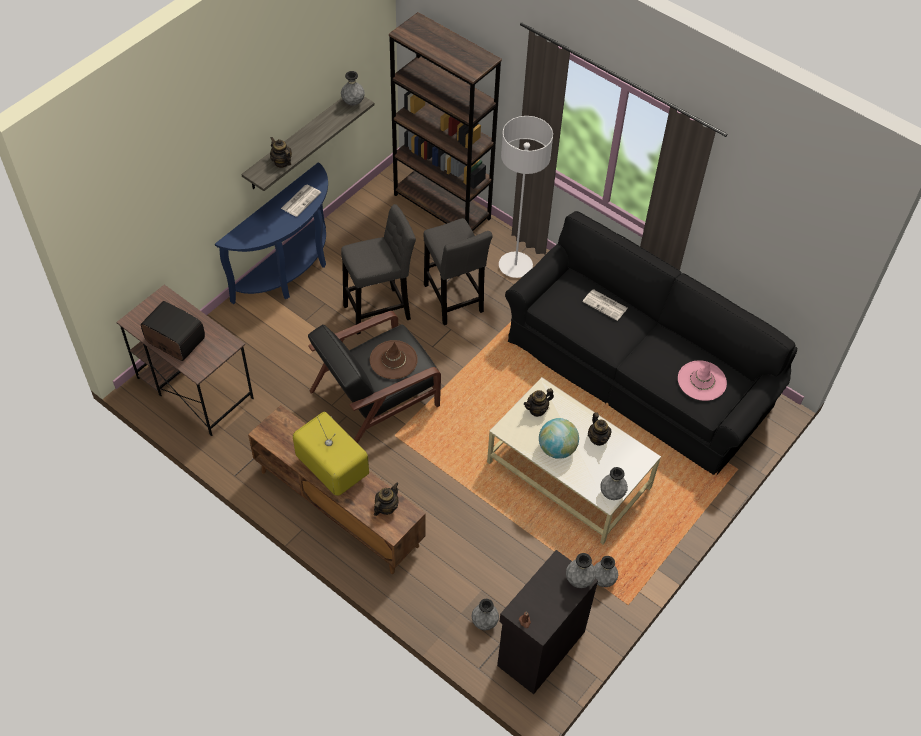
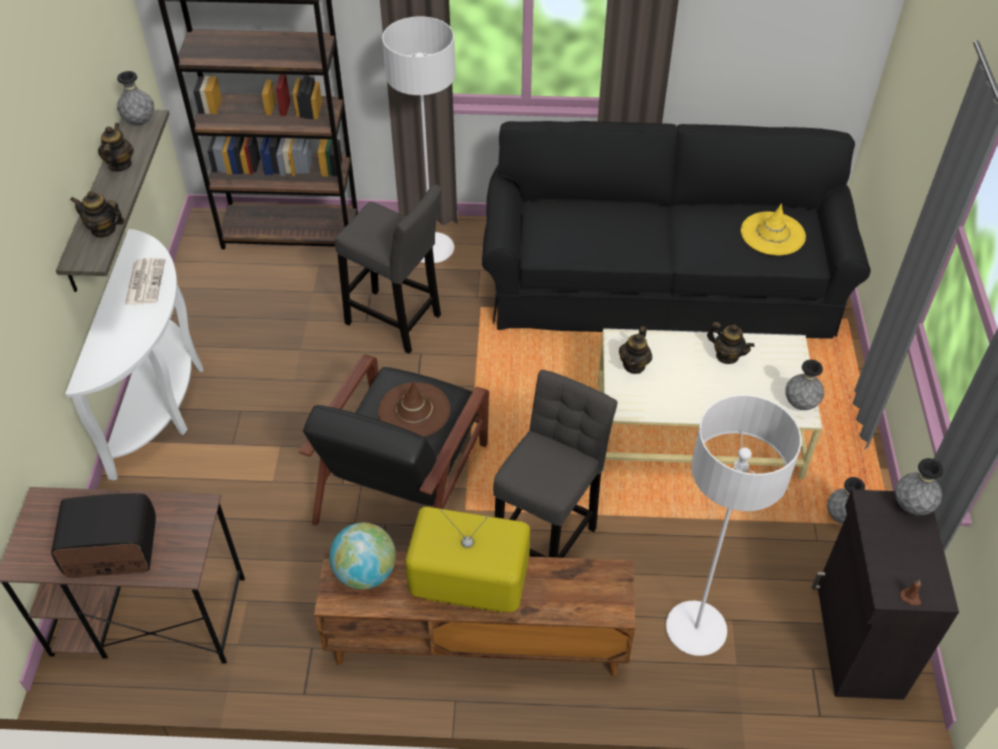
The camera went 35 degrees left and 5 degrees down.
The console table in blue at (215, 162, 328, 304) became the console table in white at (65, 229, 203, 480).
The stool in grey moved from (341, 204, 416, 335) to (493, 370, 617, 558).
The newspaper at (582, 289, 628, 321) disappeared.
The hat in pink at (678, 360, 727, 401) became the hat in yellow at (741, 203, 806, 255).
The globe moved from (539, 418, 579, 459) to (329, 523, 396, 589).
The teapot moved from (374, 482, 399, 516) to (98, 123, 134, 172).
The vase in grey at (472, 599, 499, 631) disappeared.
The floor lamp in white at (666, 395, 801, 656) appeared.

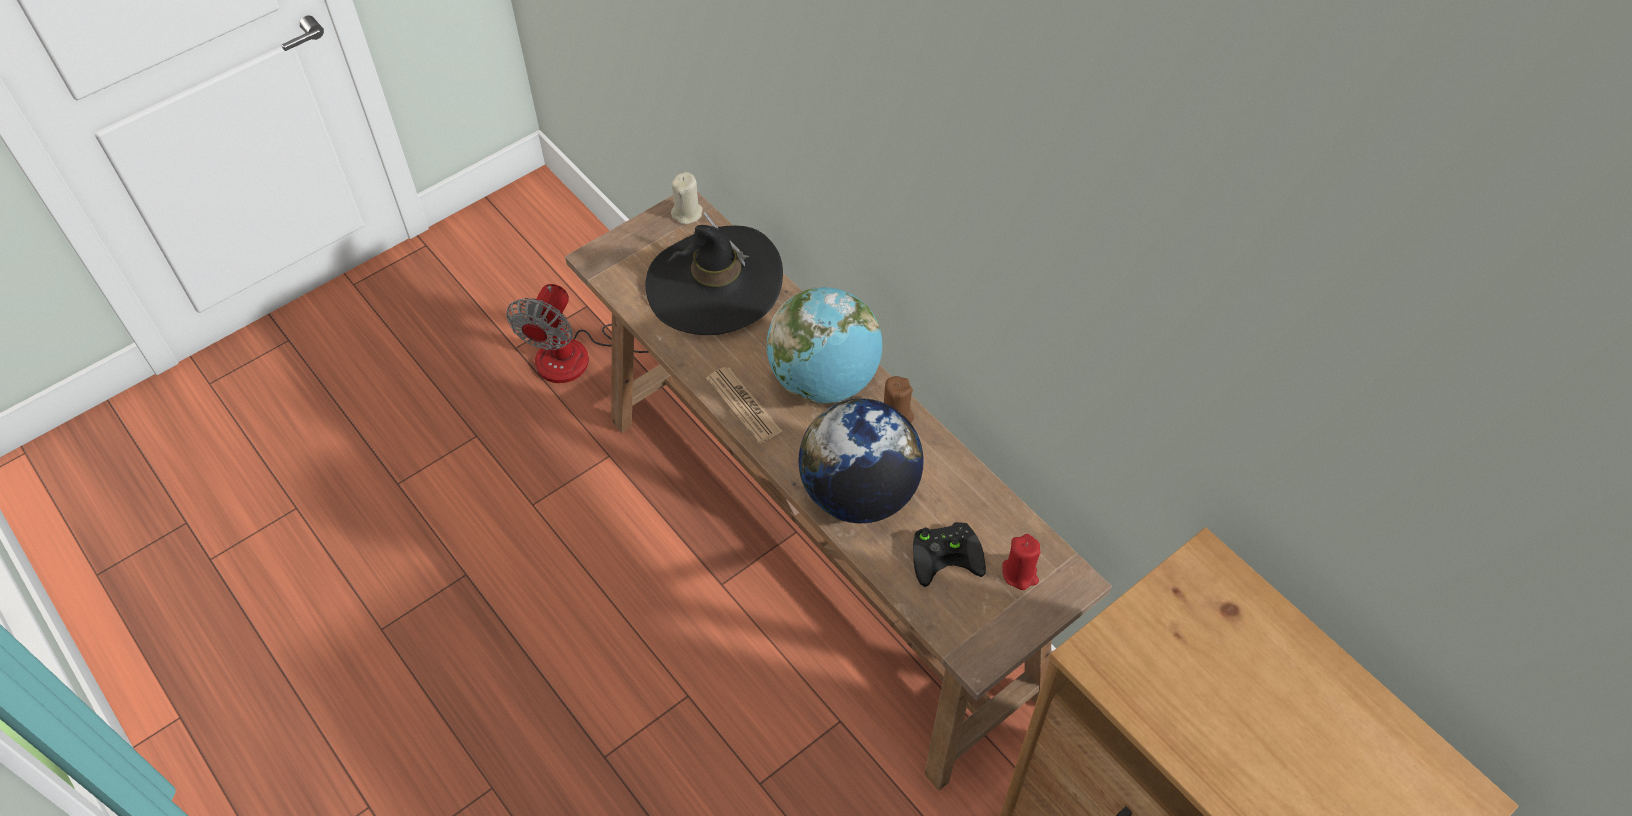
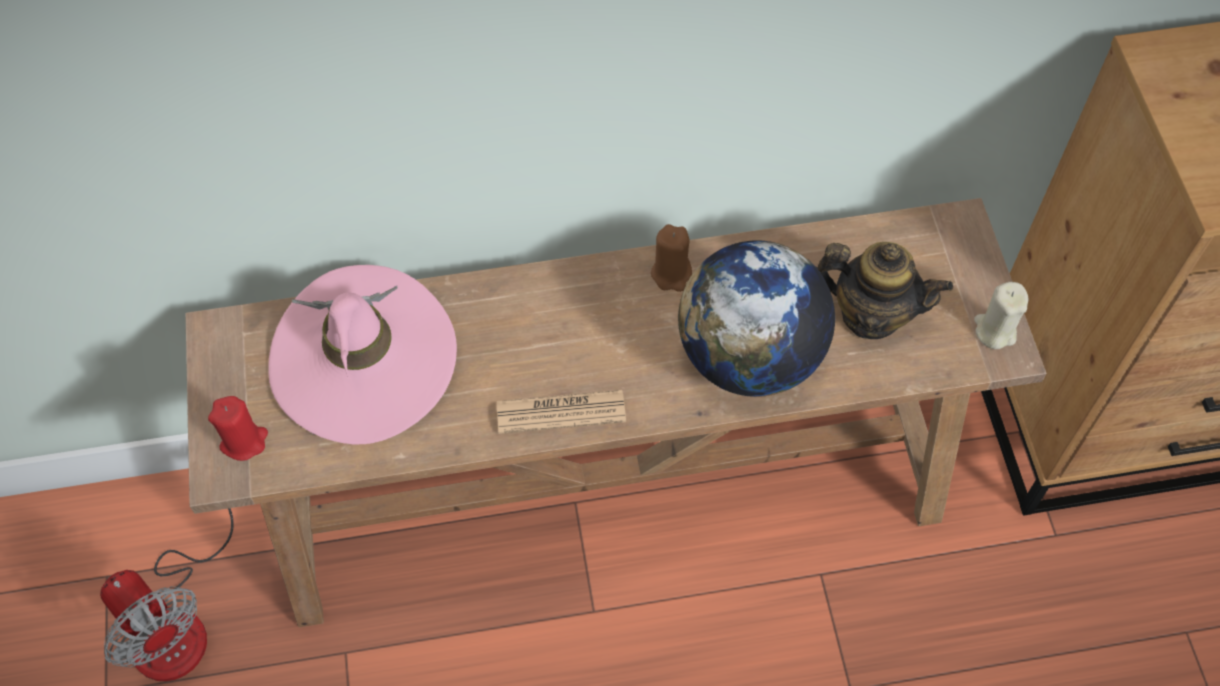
The camera went 60 degrees left and 5 degrees up.
The candle in beige moved from (671, 172, 703, 224) to (974, 282, 1029, 349).
The hat in black at (645, 212, 783, 335) became the hat in pink at (268, 265, 457, 444).
The globe at (767, 287, 882, 404) disappeared.
The game controller in black at (913, 522, 986, 587) was replaced by the teapot at (815, 242, 953, 339).
The candle in red moved from (1002, 534, 1041, 590) to (208, 396, 268, 461).

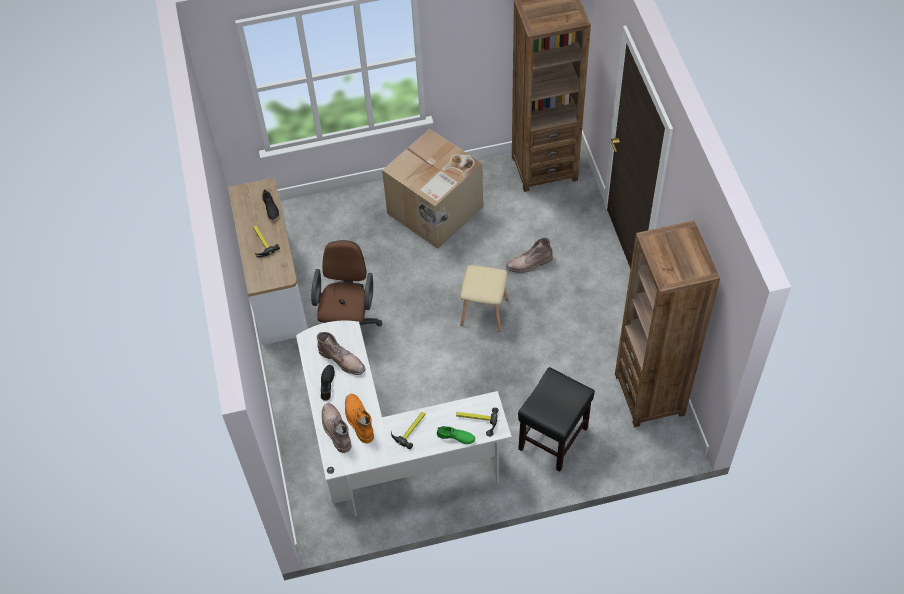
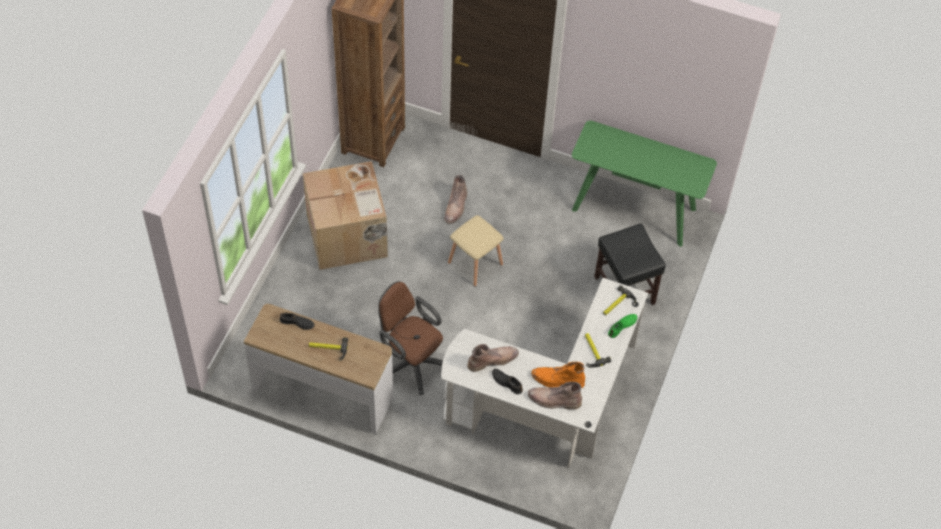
The camera went 60 degrees left and 0 degrees up.
The bookcase in brown at (615, 221, 720, 427) was replaced by the console table in green at (572, 121, 717, 247).

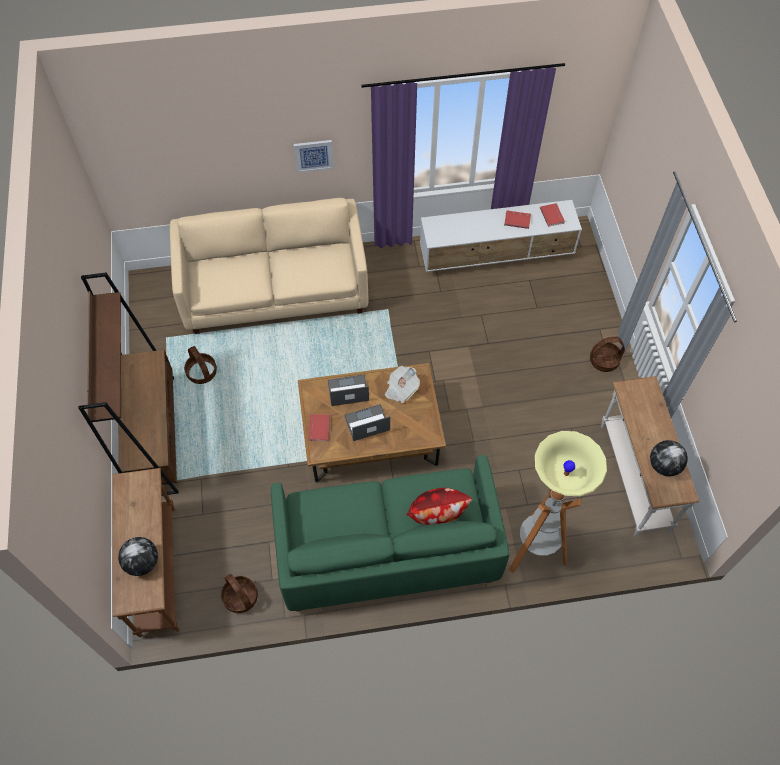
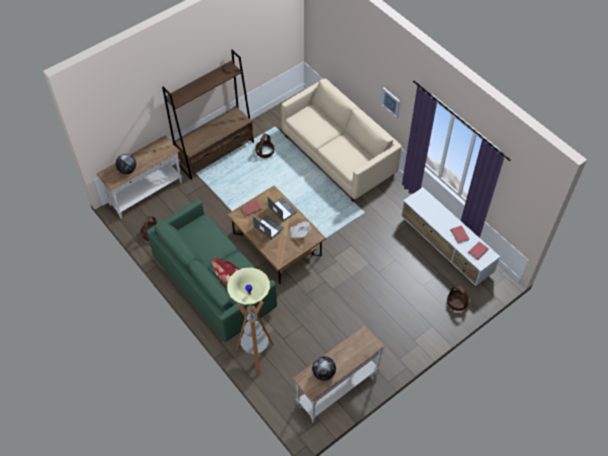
The camera went 60 degrees right and 5 degrees down.
The basket moved from (590, 336, 625, 372) to (447, 285, 469, 311).
The console table in brown at (112, 468, 179, 637) became the console table in white at (96, 136, 182, 219).

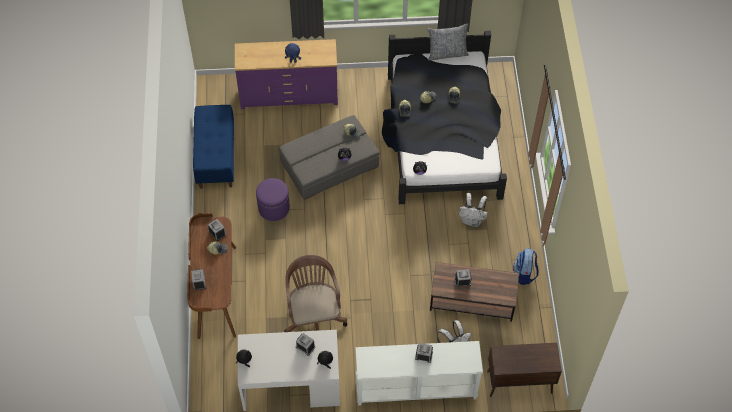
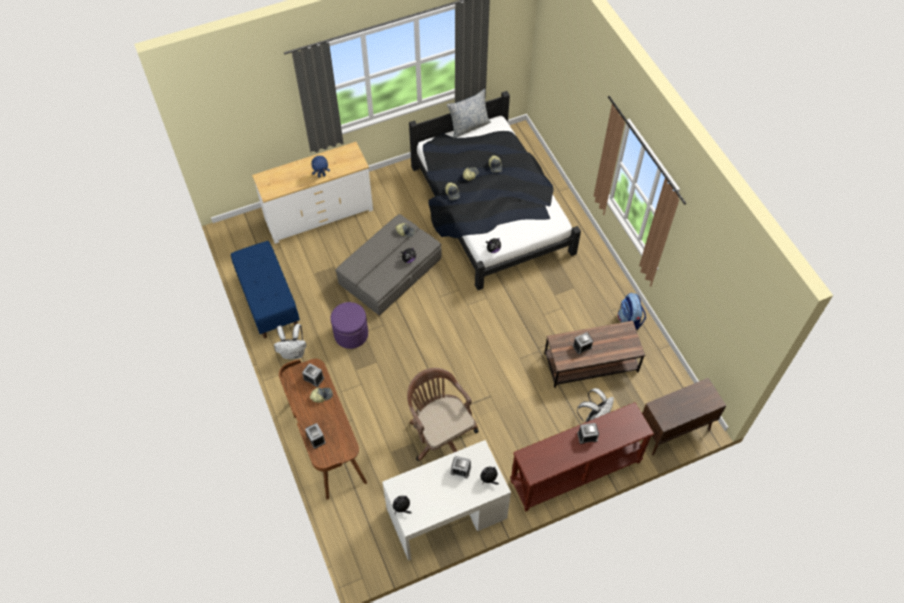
The camera went 20 degrees left and 0 degrees up.
The dresser in purple at (235, 39, 338, 109) became the dresser in white at (252, 142, 373, 244).
The backpack in white moved from (459, 193, 488, 227) to (274, 324, 306, 359).
The console table in white at (355, 341, 483, 406) became the console table in brown at (510, 402, 654, 511).

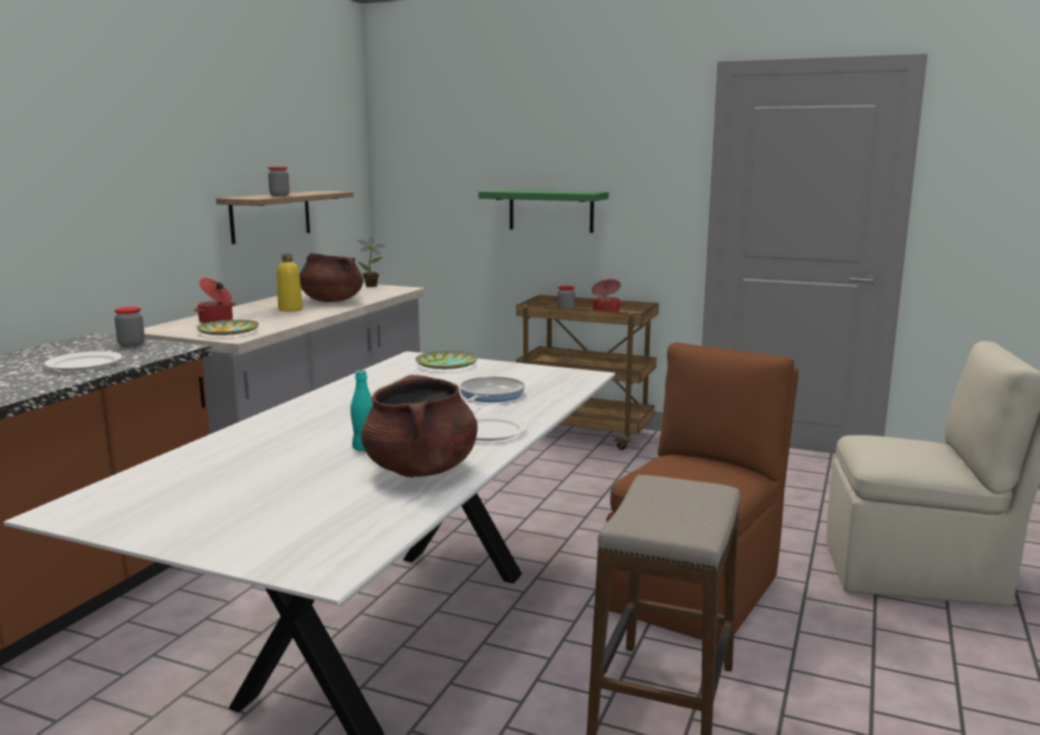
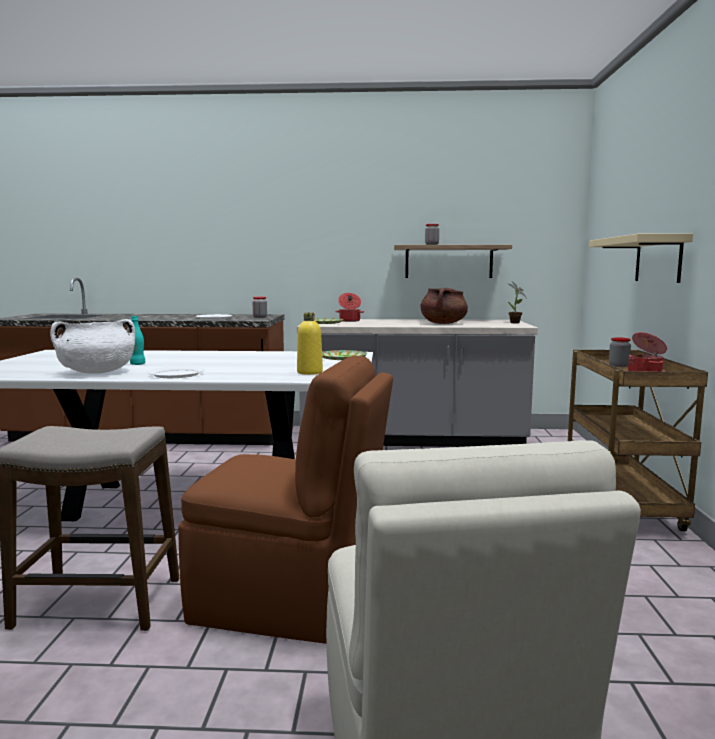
The camera went 70 degrees right and 5 degrees down.
The shelf in green at (479, 190, 609, 233) became the shelf in beige at (589, 233, 693, 283).
The bottle in yellow moved from (277, 254, 303, 312) to (297, 313, 323, 375).
The cooking pot in brown at (361, 375, 478, 478) became the cooking pot in white at (50, 319, 135, 374).
The frying pan at (459, 377, 525, 402) disappeared.

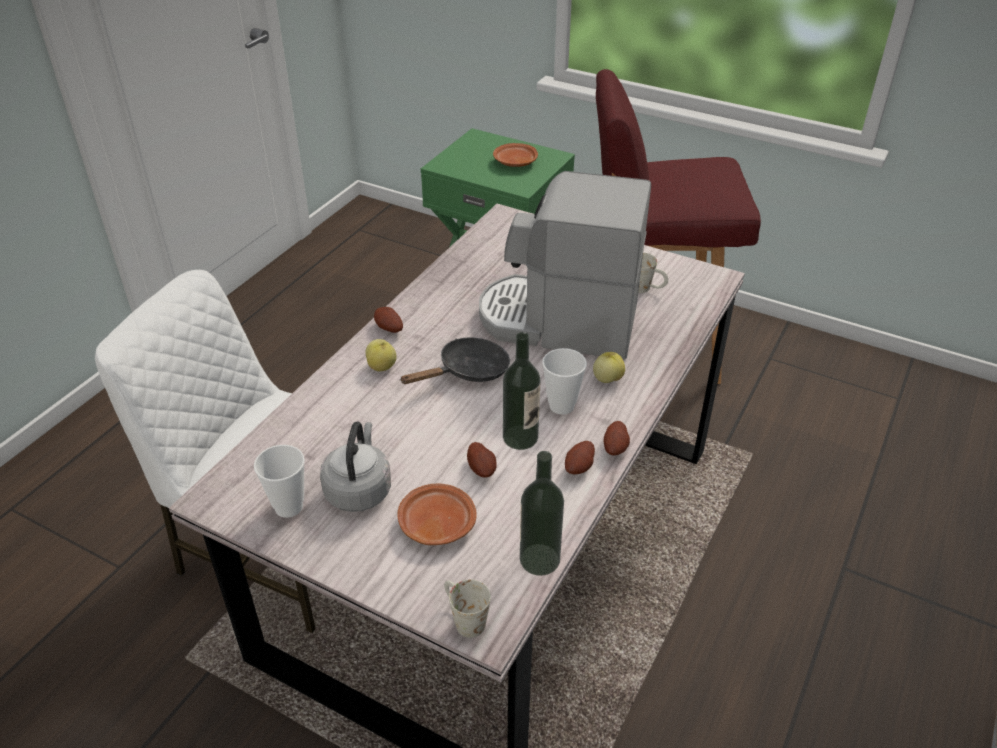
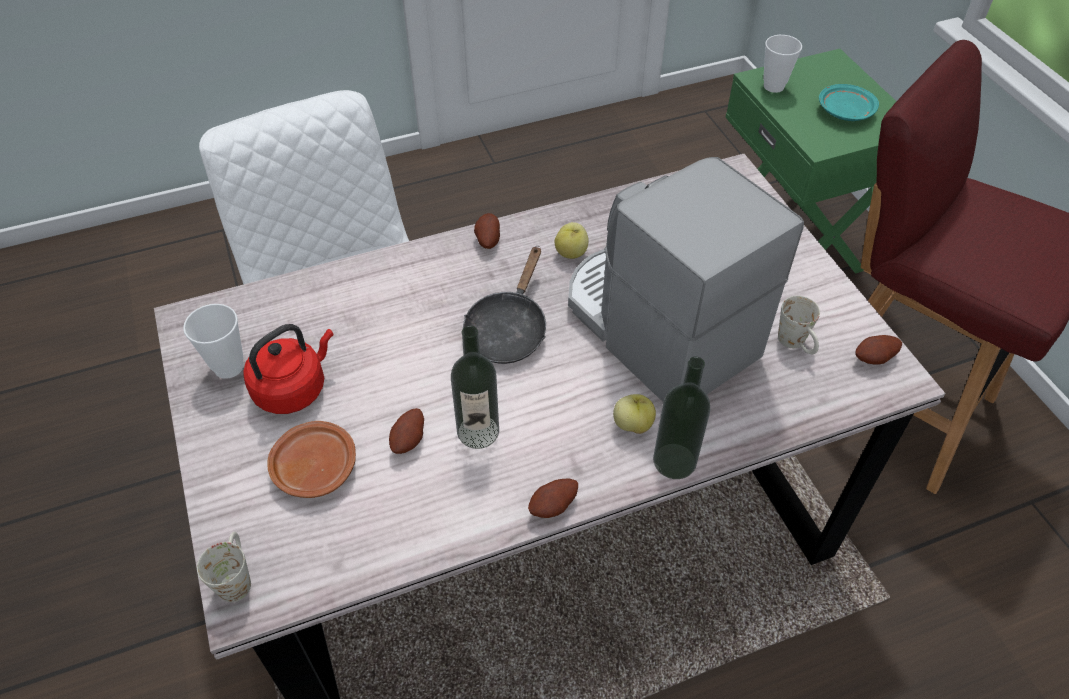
The camera went 40 degrees right and 10 degrees up.
The plate in brown at (493, 143, 538, 167) became the plate in turquoise at (819, 84, 879, 121).
The frying pan in black at (401, 337, 510, 384) turned 105 degrees clockwise.
The apple moved from (365, 339, 397, 371) to (555, 222, 589, 259).
The cup moved from (542, 348, 587, 415) to (763, 35, 802, 93).
The kettle in grey at (320, 421, 391, 512) became the kettle in red at (243, 324, 334, 414).
The potato moved from (565, 441, 595, 475) to (855, 335, 902, 365).
The bottle moved from (520, 451, 564, 576) to (653, 357, 711, 479).

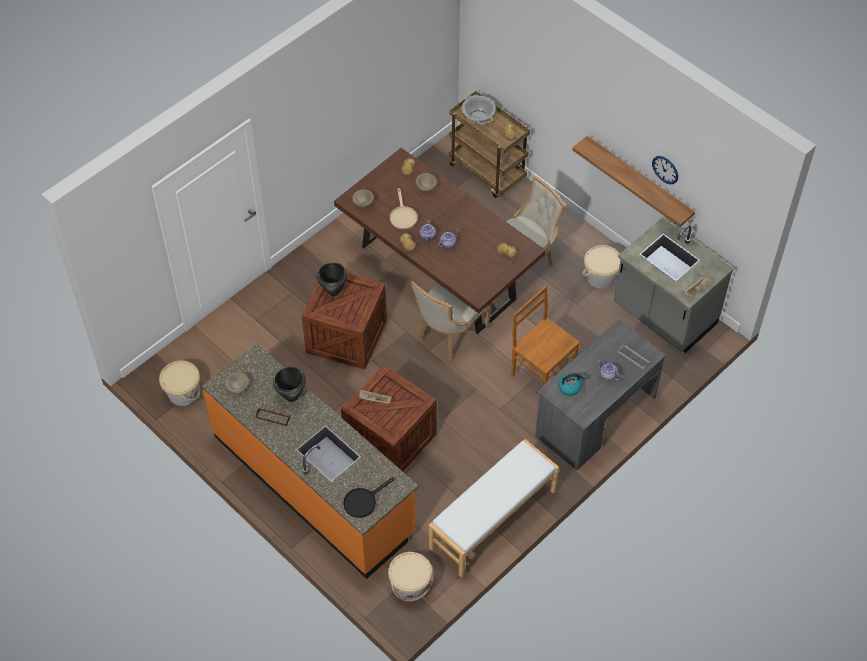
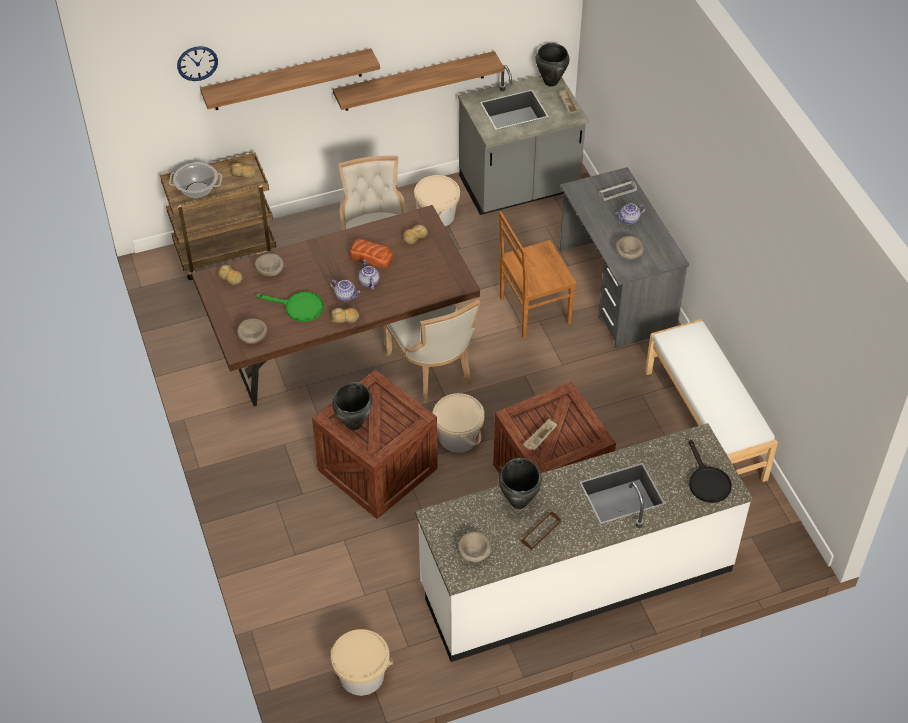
The camera went 65 degrees left and 5 degrees down.
The wall clock moved from (652, 156, 678, 184) to (177, 46, 218, 81).
The frying pan in beige at (390, 188, 418, 229) became the frying pan in green at (256, 292, 324, 322).
The counter in orange at (202, 344, 419, 579) became the counter in white at (415, 423, 753, 662).
The kettle at (558, 373, 585, 396) was replaced by the bowl in beige at (616, 236, 644, 260).
The bucket in beige moved from (388, 552, 434, 601) to (433, 393, 485, 453).
The cooking pot in black at (536, 43, 570, 87) appeared.
The shelf at (200, 48, 380, 110) appeared.
The bread at (349, 239, 394, 269) appeared.

